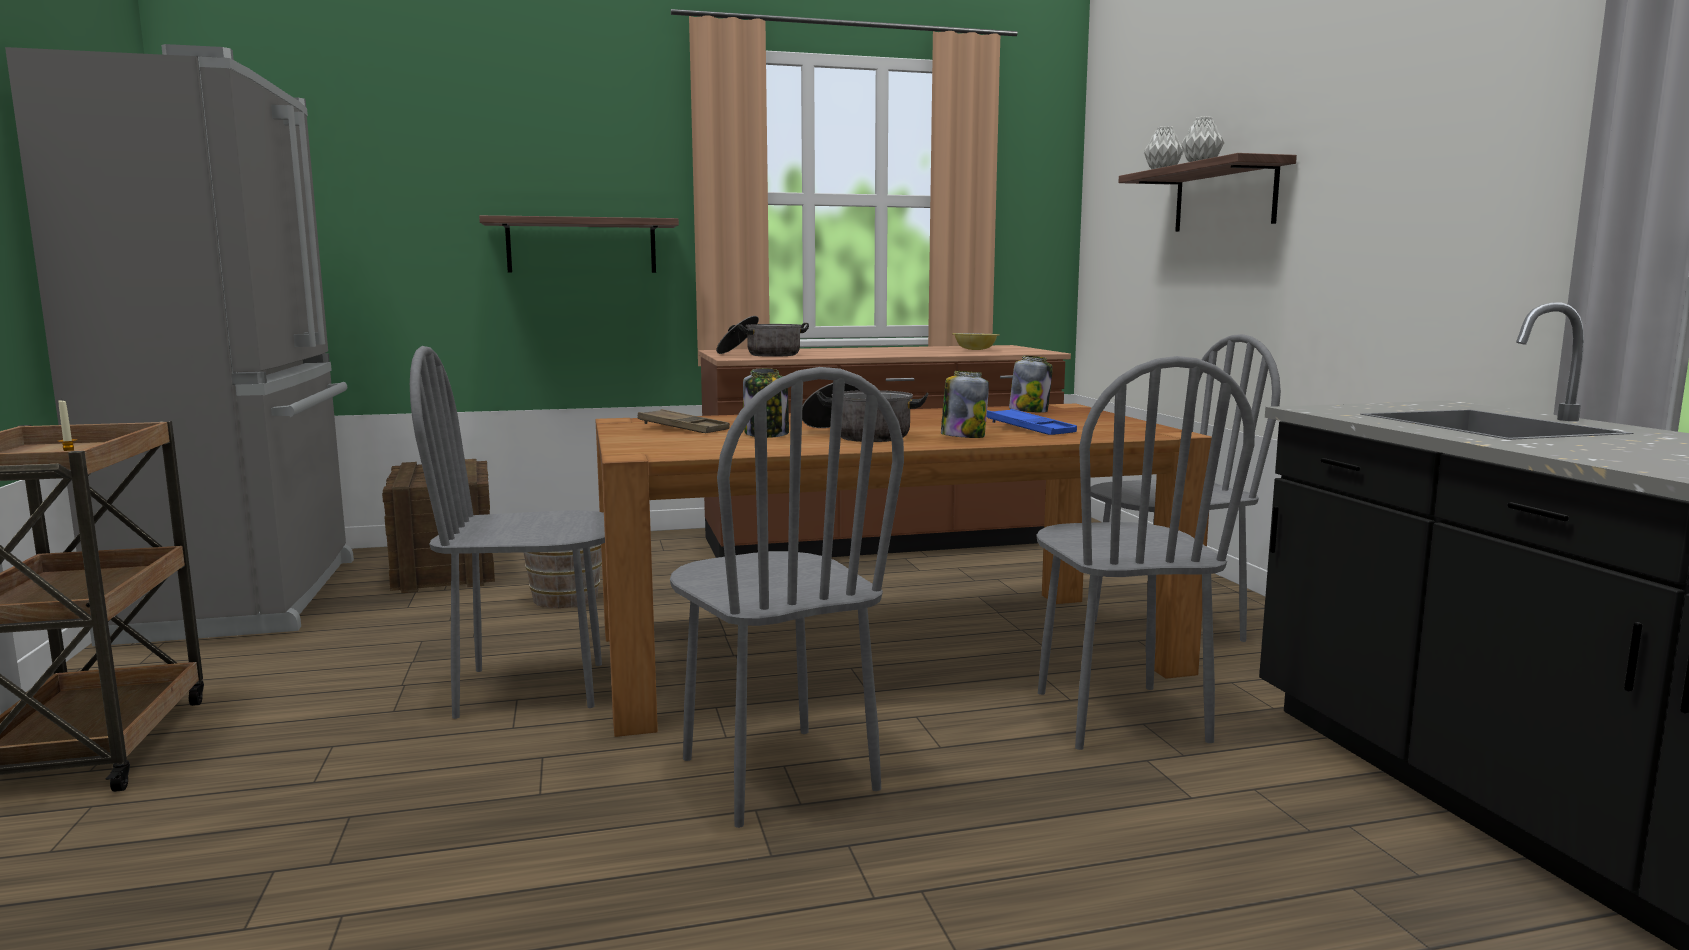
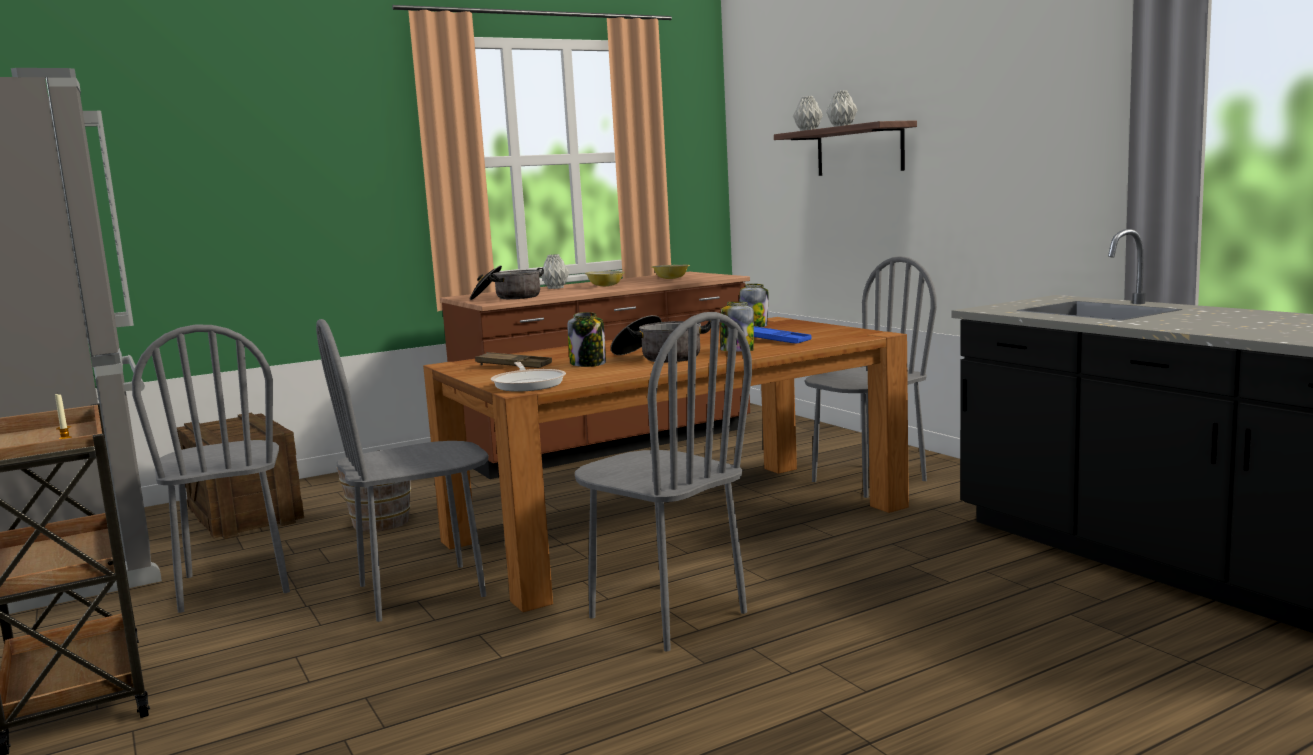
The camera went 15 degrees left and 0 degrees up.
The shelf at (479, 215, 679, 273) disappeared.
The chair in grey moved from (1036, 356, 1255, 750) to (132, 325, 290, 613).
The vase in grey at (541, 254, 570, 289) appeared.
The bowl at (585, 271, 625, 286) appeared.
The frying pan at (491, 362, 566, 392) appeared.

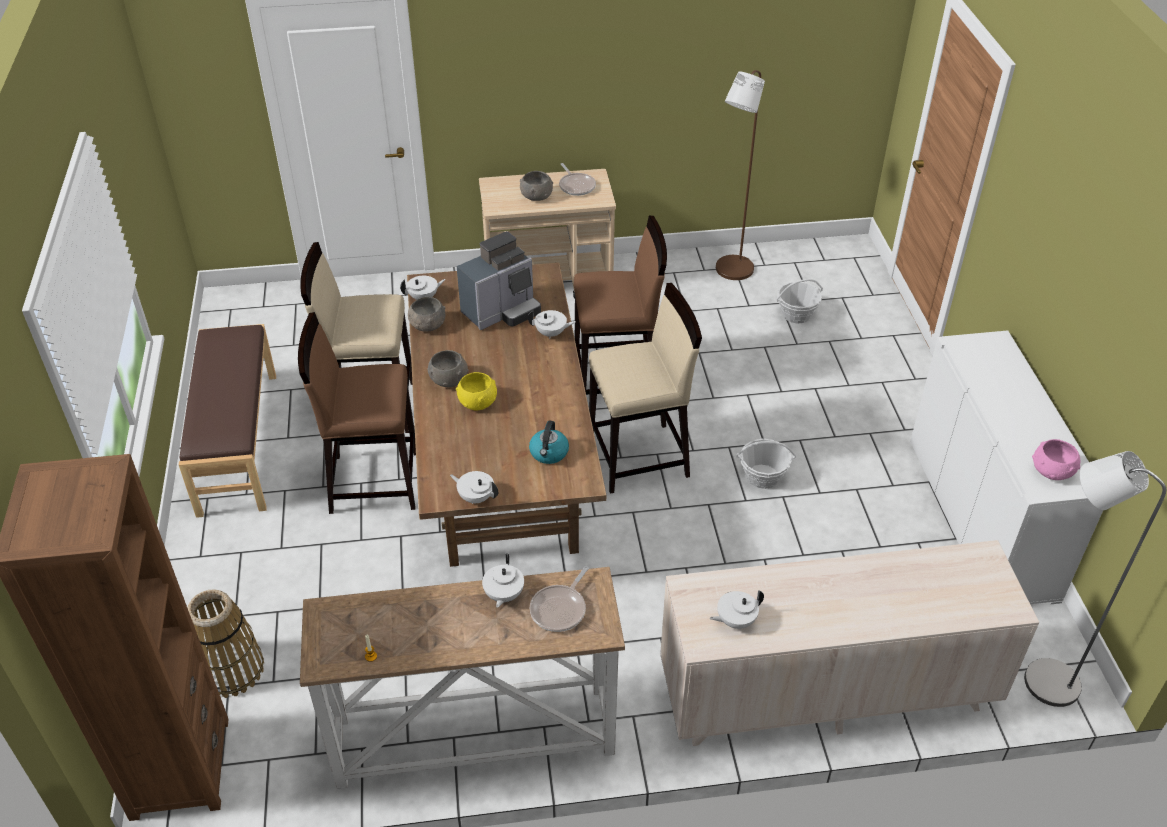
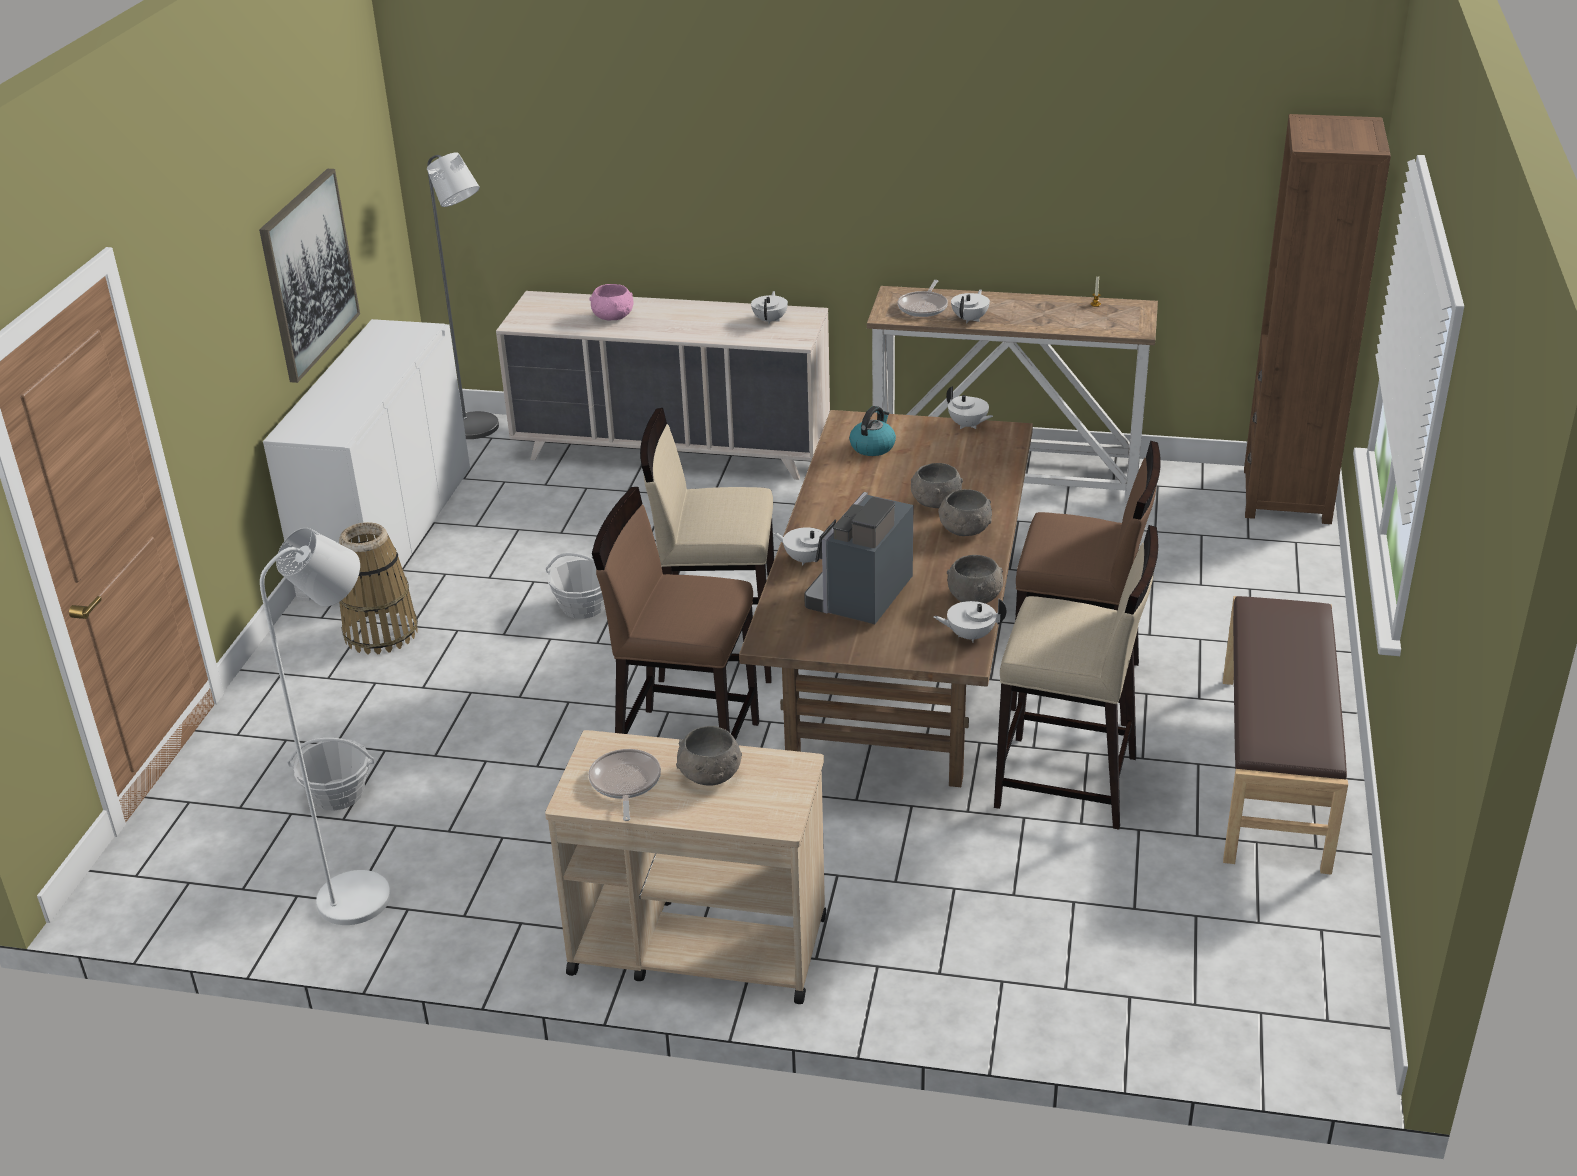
The camera went 160 degrees left and 10 degrees down.
The floor lamp in brown at (716, 70, 765, 280) became the floor lamp in white at (260, 528, 391, 925).
The coffee machine at (457, 231, 541, 330) turned 45 degrees counterclockwise.
The bowl in yellow at (456, 372, 497, 410) became the bowl in grey at (911, 463, 963, 508).
The bowl in pink moved from (1032, 439, 1081, 480) to (589, 284, 633, 320).
The frying pan at (530, 566, 589, 632) turned 150 degrees clockwise.
The basket moved from (188, 589, 264, 698) to (339, 522, 418, 654).
The teapot in white at (710, 590, 764, 629) turned 75 degrees counterclockwise.
The picture at (259, 169, 360, 383) appeared.

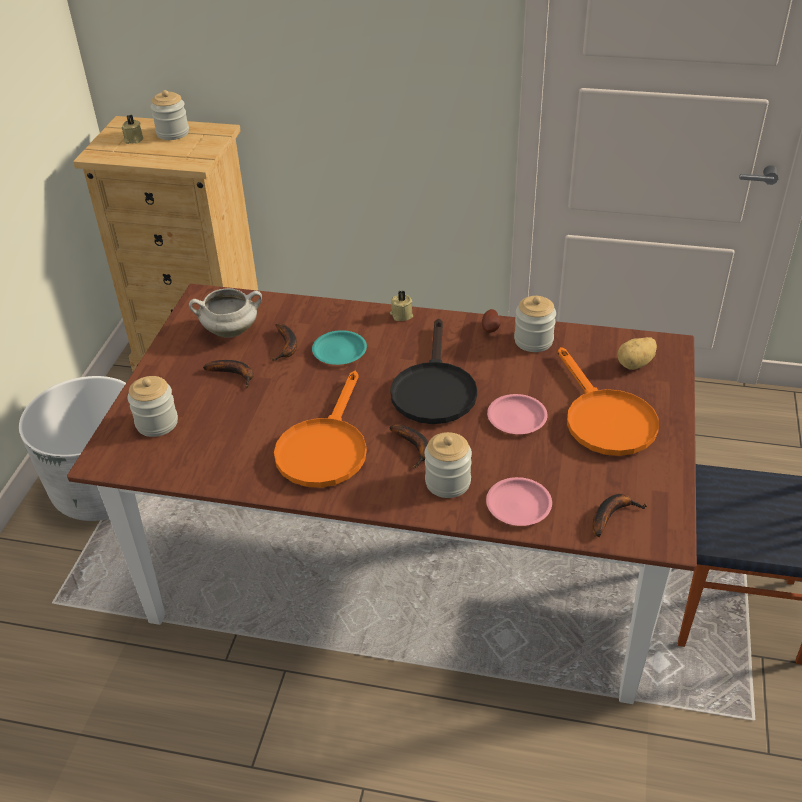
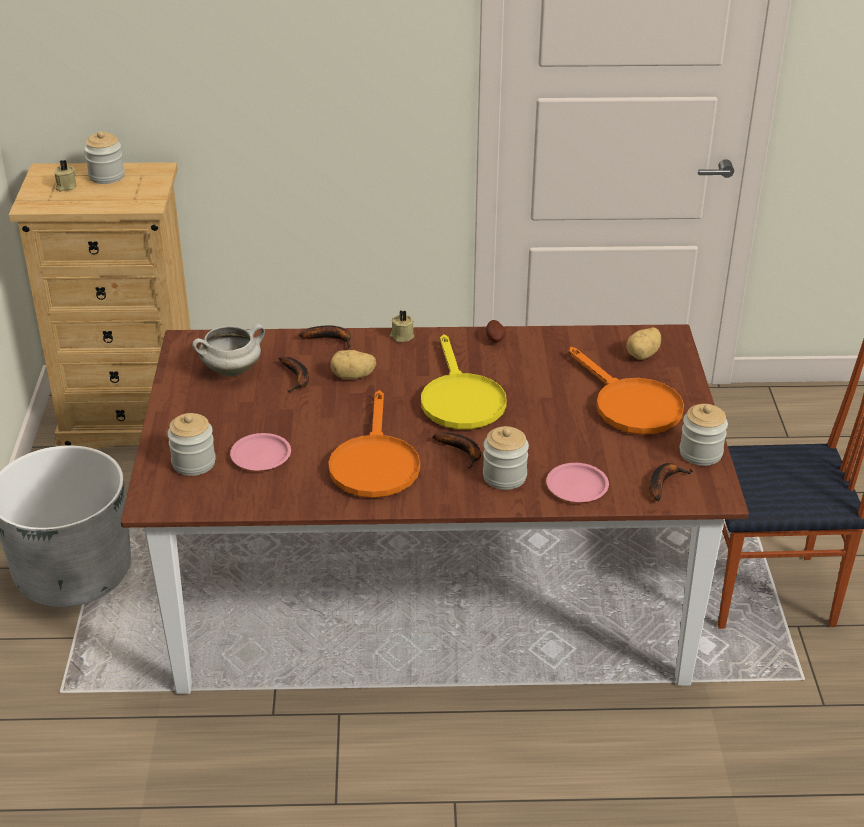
The camera went 15 degrees left and 5 degrees down.
The jar moved from (514, 296, 556, 352) to (680, 404, 728, 466).
The frying pan in black at (390, 319, 477, 424) became the frying pan in yellow at (421, 334, 507, 429).
The plate in turquoise at (312, 330, 367, 365) was replaced by the potato at (330, 350, 376, 379).
The banana moved from (203, 360, 254, 388) to (299, 325, 351, 348).
The plate in pink moved from (487, 394, 548, 434) to (230, 433, 291, 470).

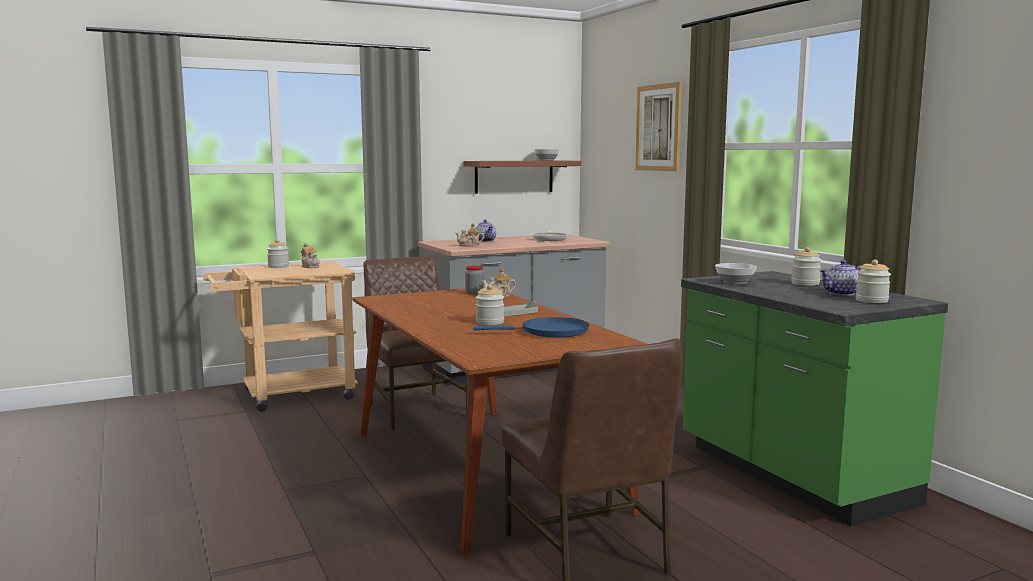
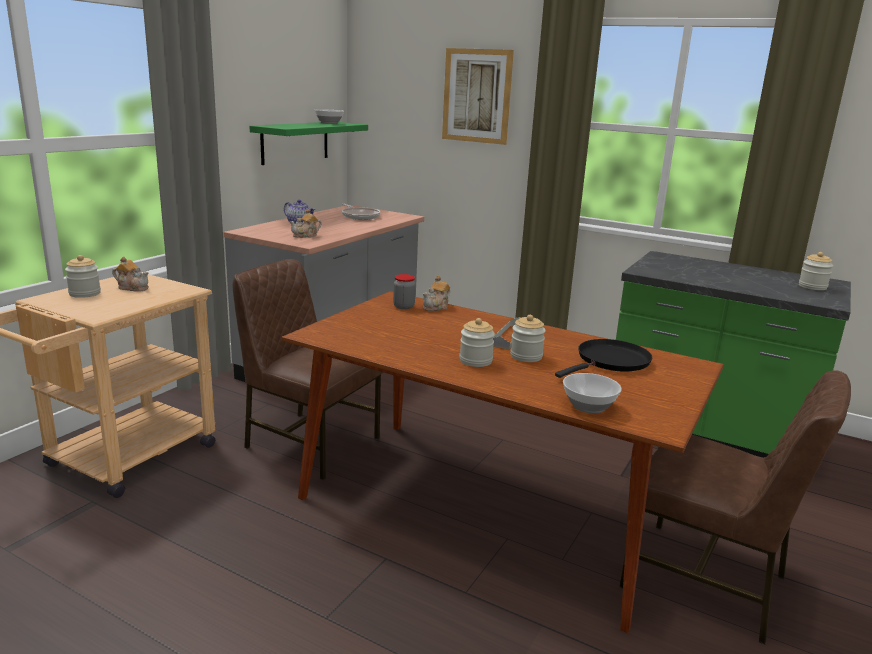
The camera went 35 degrees left and 10 degrees up.
The shelf in brown at (463, 160, 581, 194) became the shelf in green at (249, 122, 368, 165).
The jar moved from (791, 247, 821, 286) to (459, 318, 495, 367).
The teapot at (819, 260, 862, 296) disappeared.
The bowl moved from (715, 263, 757, 284) to (563, 373, 622, 413).
The frying pan in blue at (473, 317, 589, 338) became the frying pan in black at (555, 339, 652, 378).

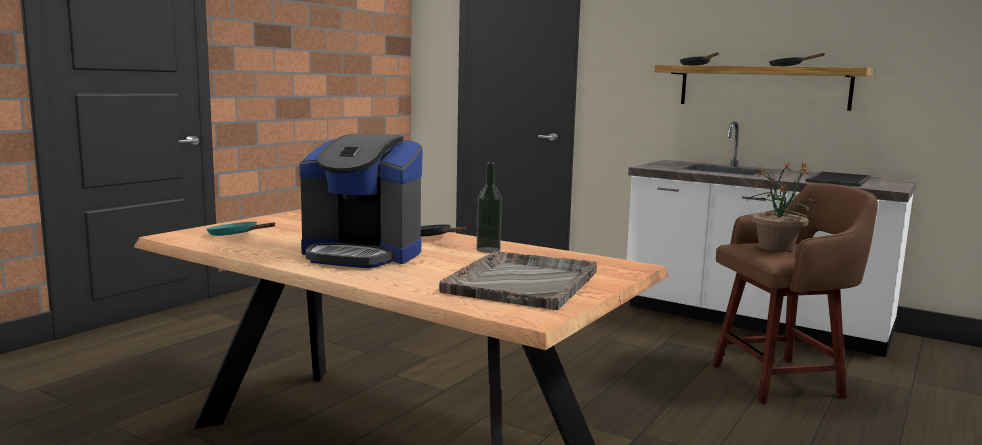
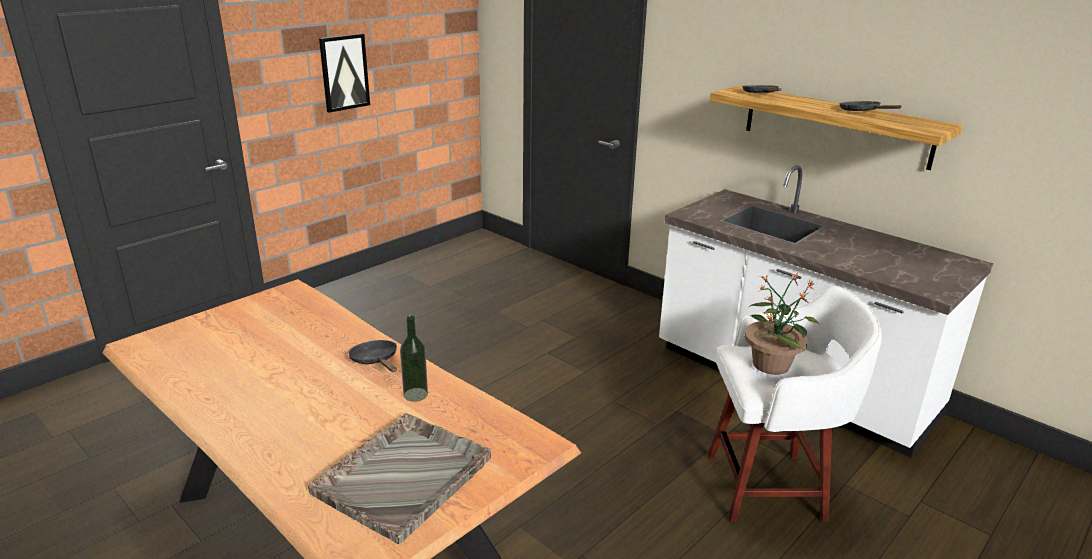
The camera went 10 degrees right and 15 degrees up.
The coffee machine at (299, 134, 422, 268) disappeared.
The tray at (805, 171, 871, 187) disappeared.
The stool in brown at (712, 183, 878, 404) became the stool in white at (708, 285, 882, 522).
The frying pan in turquoise at (207, 221, 275, 236) disappeared.
The picture at (319, 33, 370, 113) appeared.

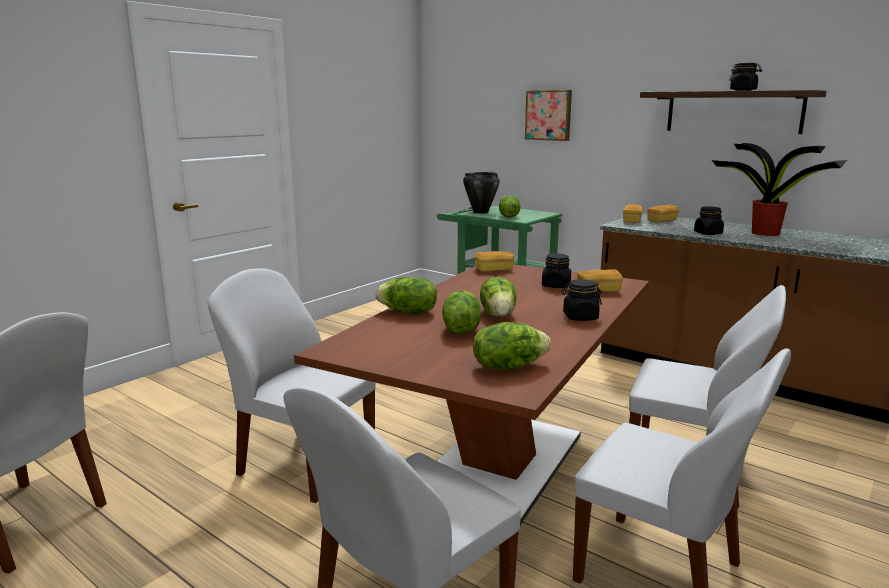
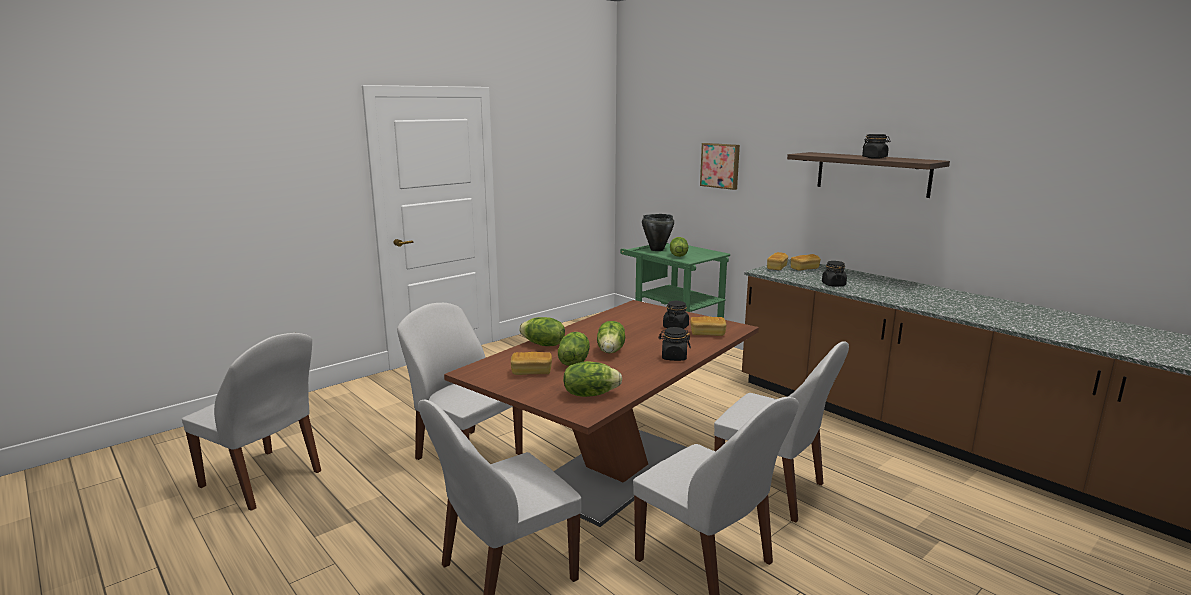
The camera went 10 degrees right and 0 degrees up.
The potted plant at (712, 143, 847, 236) disappeared.
The bread moved from (475, 251, 514, 272) to (511, 352, 552, 375).

